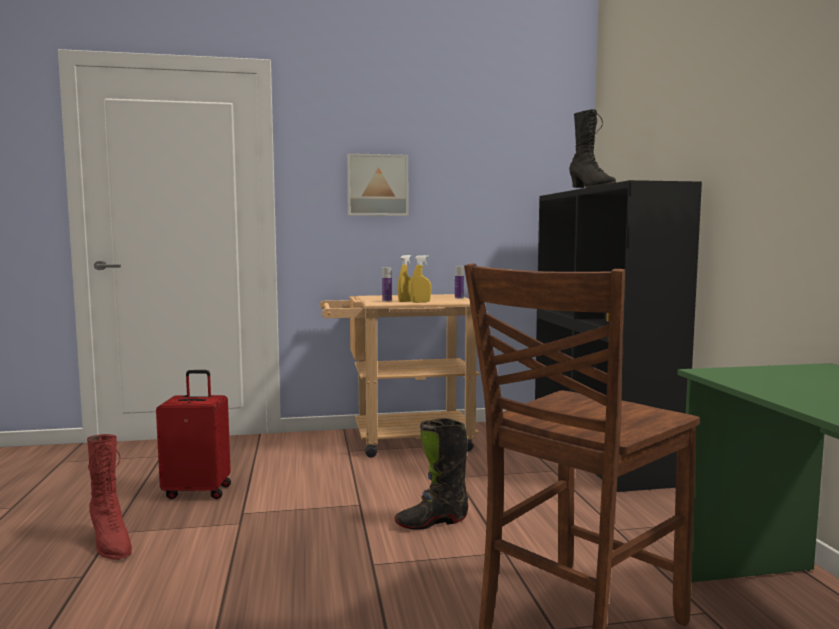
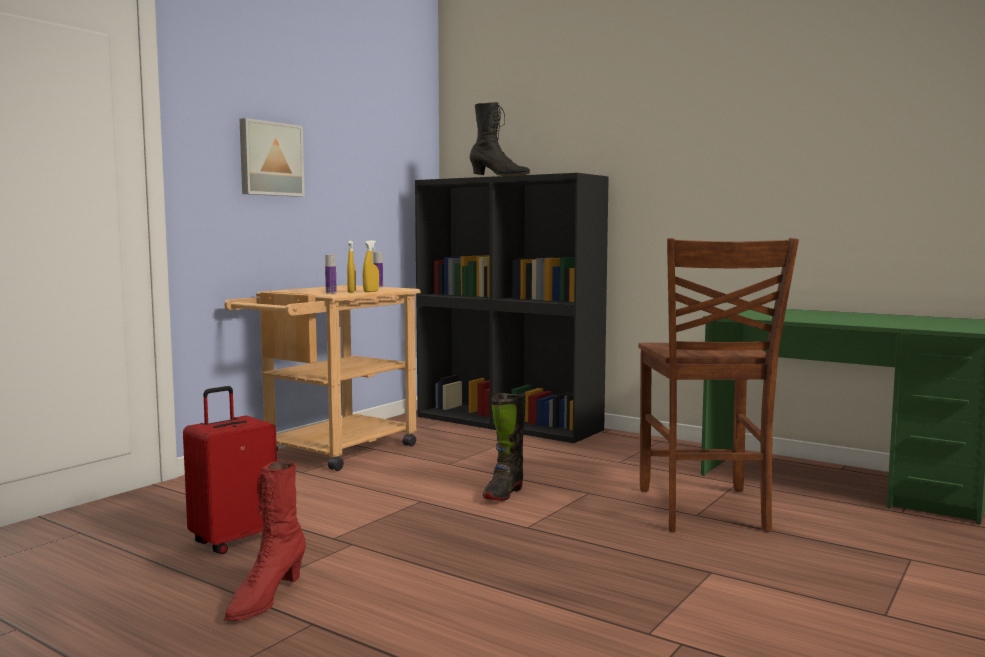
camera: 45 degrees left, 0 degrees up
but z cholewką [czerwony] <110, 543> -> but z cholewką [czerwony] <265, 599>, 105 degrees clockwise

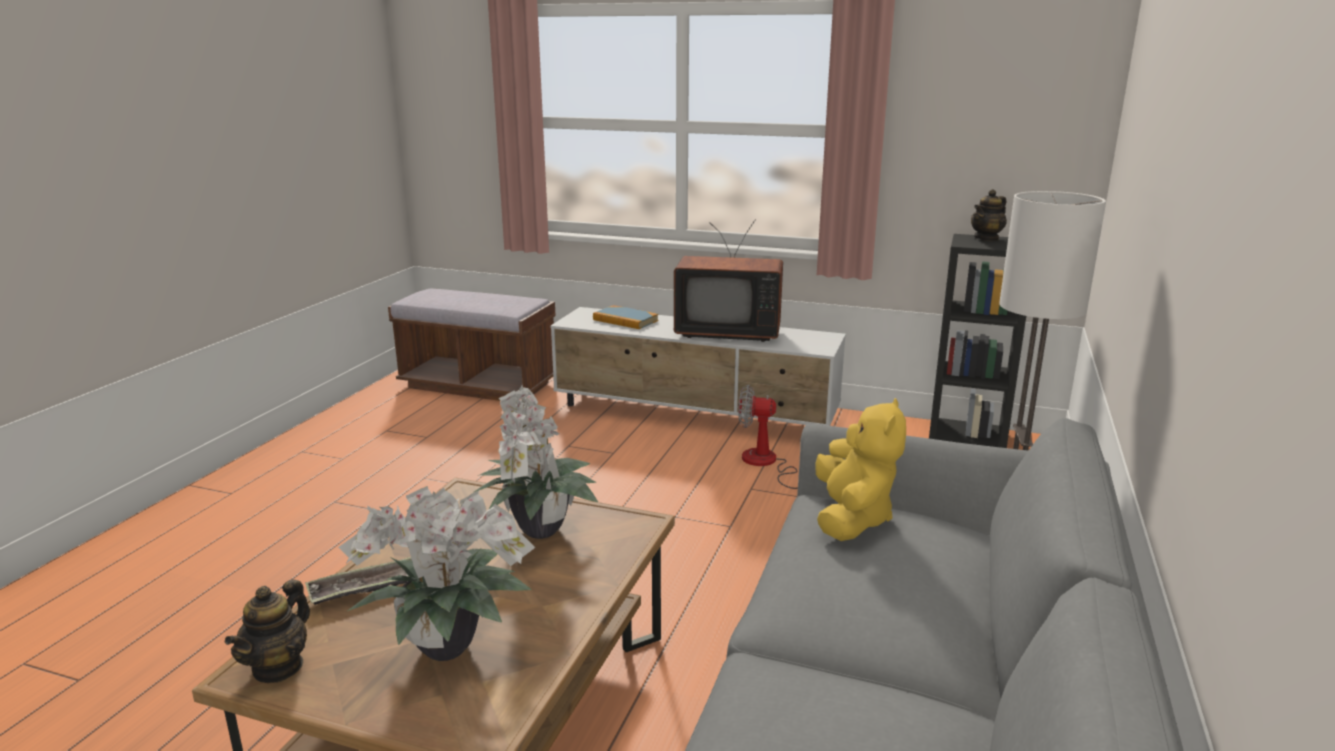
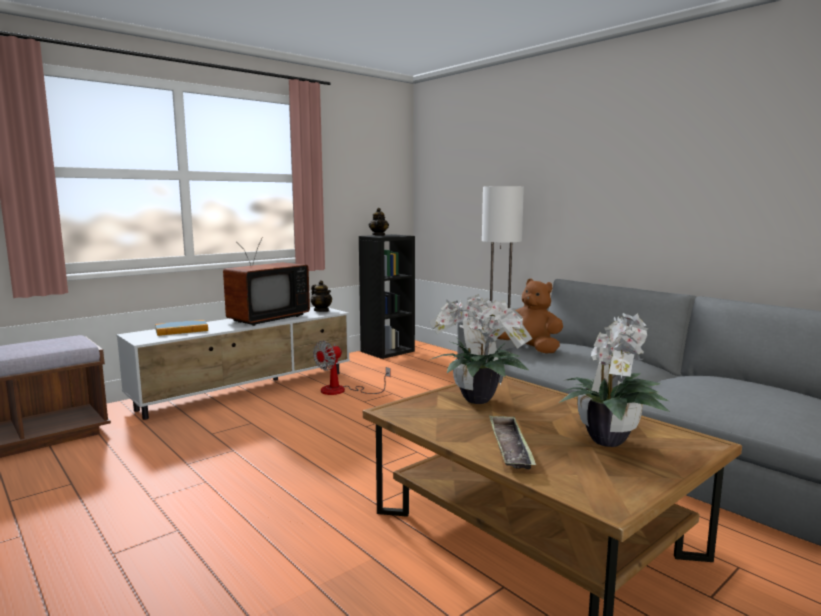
camera: 60 degrees left, 10 degrees down
imbryk <278, 667> -> imbryk <321, 311>, move
pluszak [żółty] <851, 518> -> pluszak [brązowy] <529, 349>

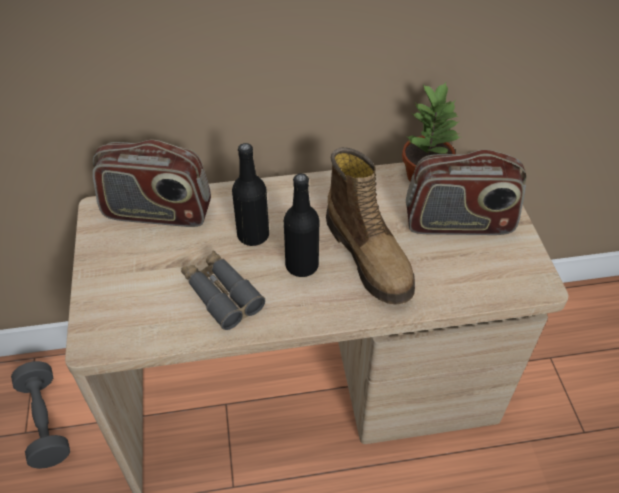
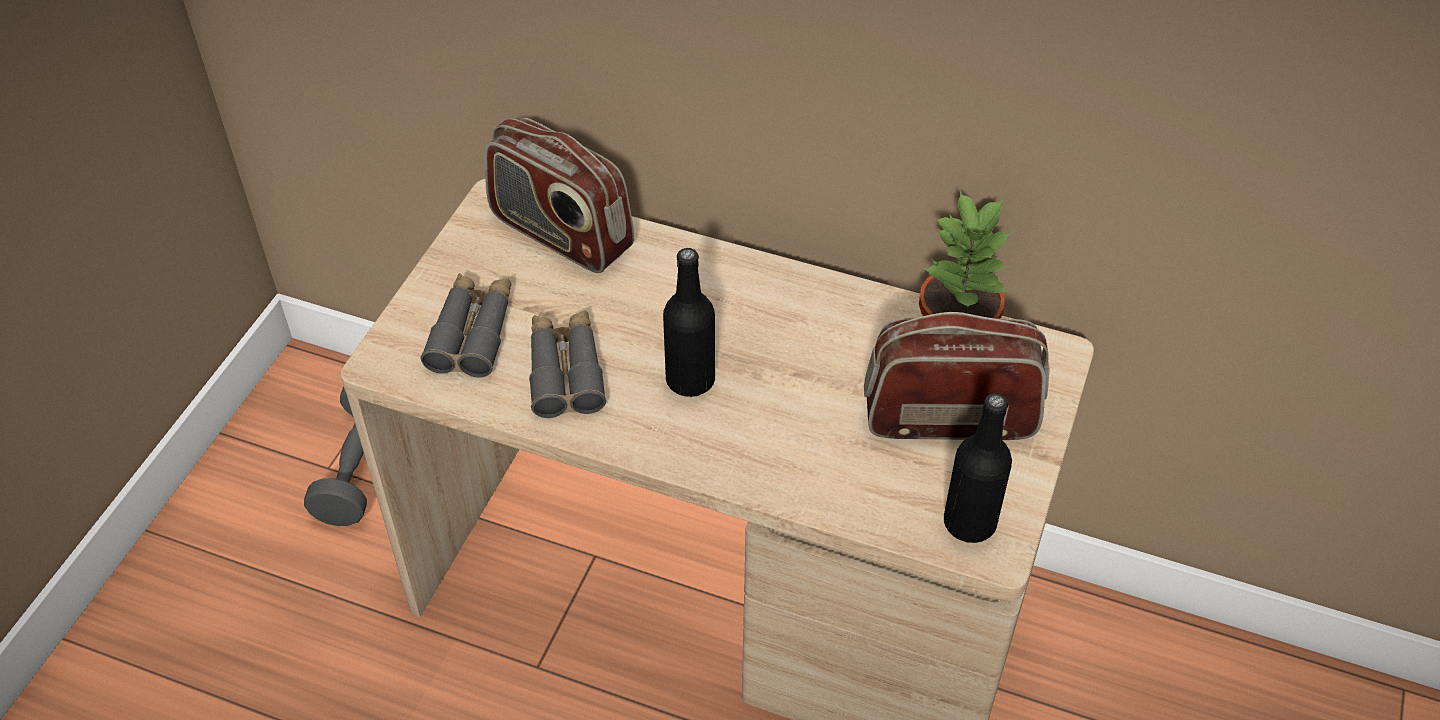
camera: 30 degrees right, 0 degrees up
none -> lornetka [szary] <472, 333>
radio <458, 223> -> radio <949, 417>, 150 degrees clockwise
butelka [czarny] <253, 235> -> butelka [czarny] <969, 523>, move
but z cholewką <370, 256> -> none

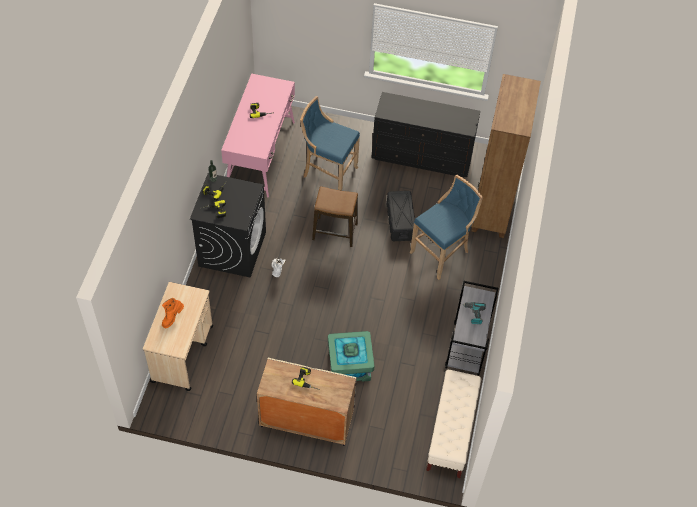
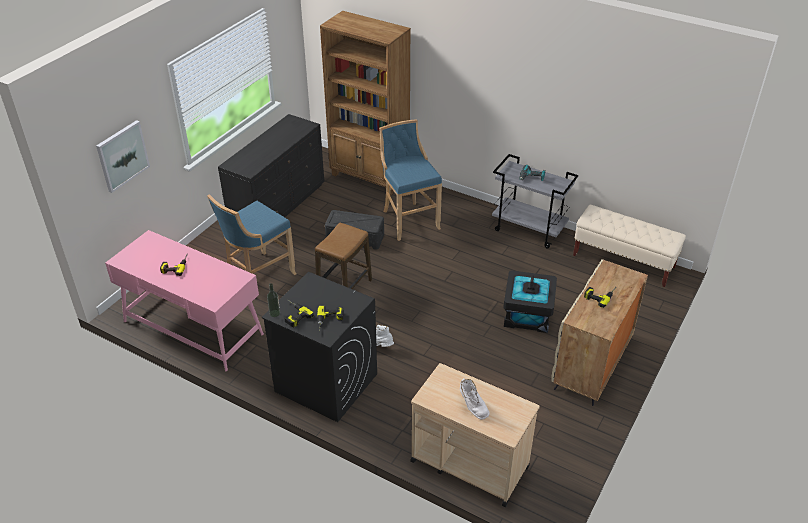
camera: 70 degrees left, 15 degrees down
none -> obraz <122, 156>
but z cholewką [pomarańczowy] <172, 318> -> but z cholewką [biały] <472, 406>
pojemnik do przechowywania [zielony] <349, 365> -> pojemnik do przechowywania [czarny] <528, 315>

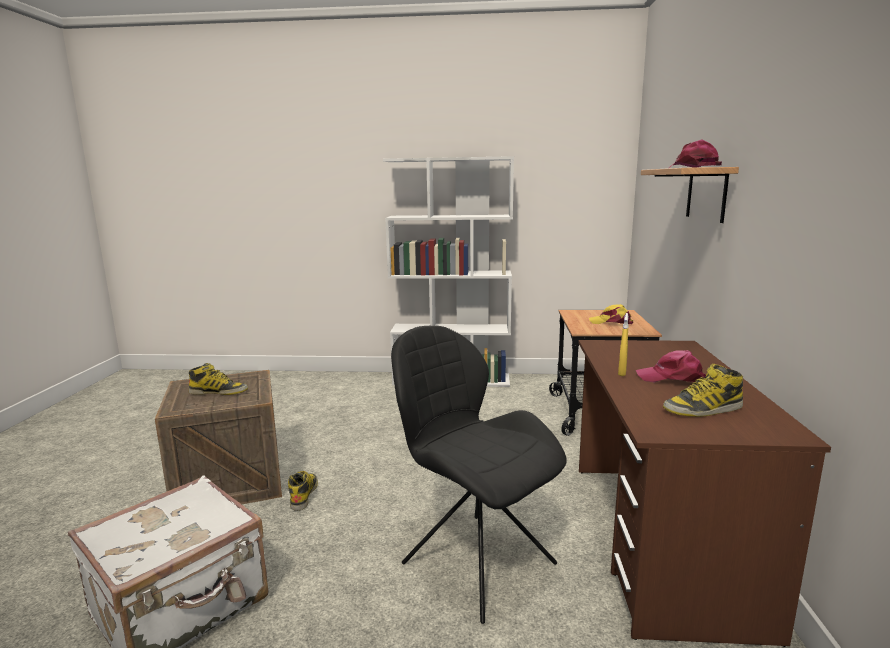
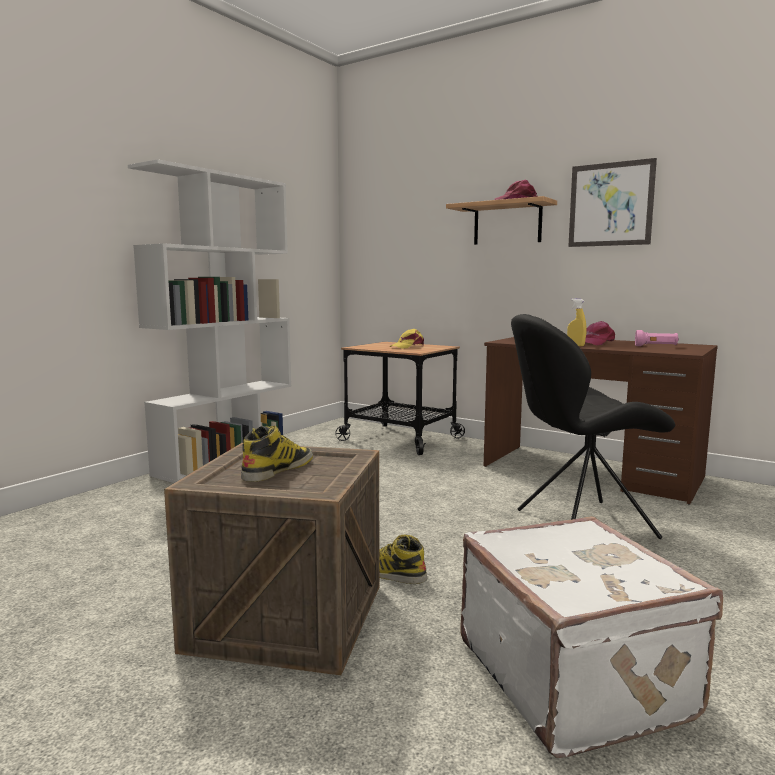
camera: 60 degrees left, 5 degrees down
none -> obraz <610, 204>
but z cholewką <703, 409> -> latarka [różowy] <656, 346>

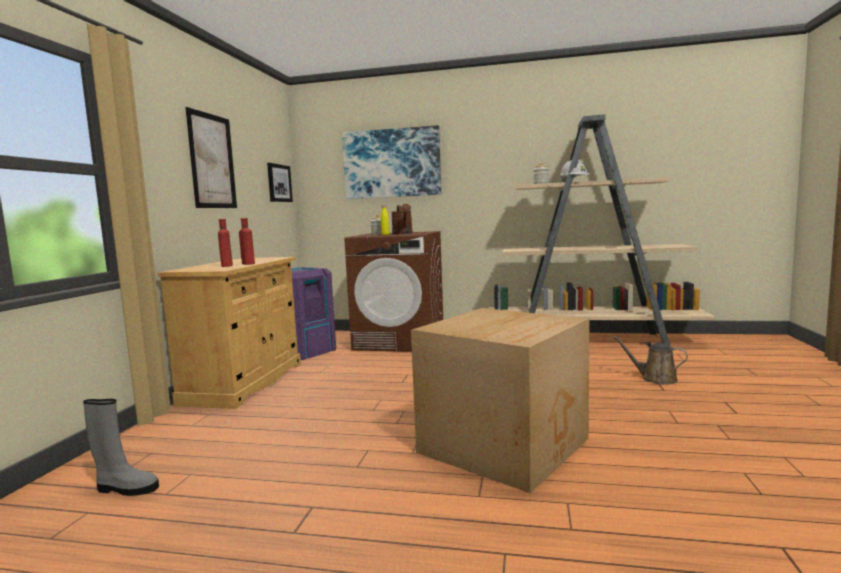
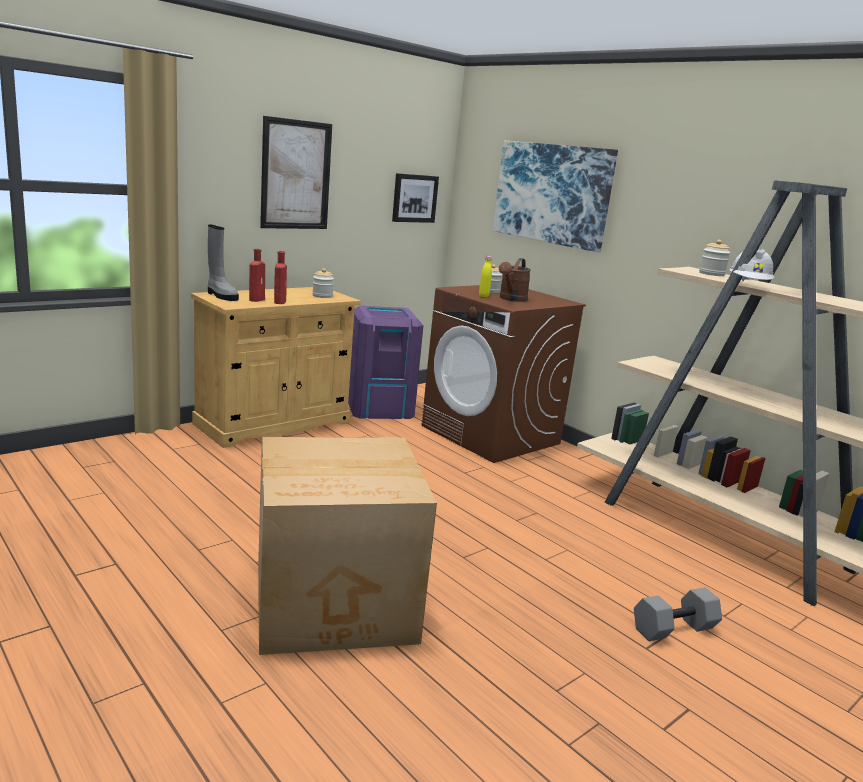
camera: 35 degrees right, 10 degrees up
but z cholewką [szary] <125, 489> -> but z cholewką [szary] <221, 296>, move
none -> słoik <322, 296>
konewka [brązowy] <655, 379> -> hantel [szary] <674, 629>

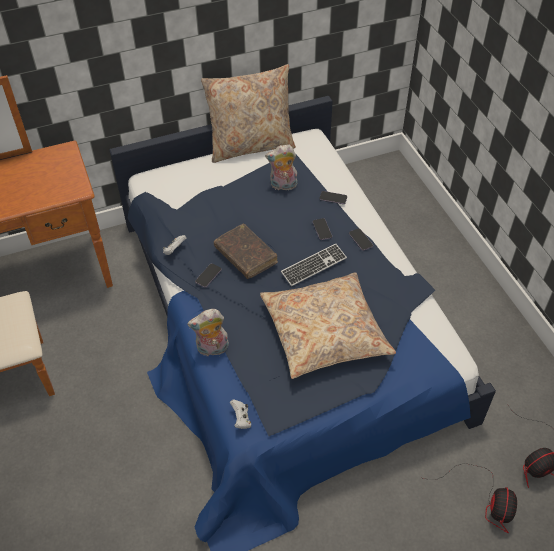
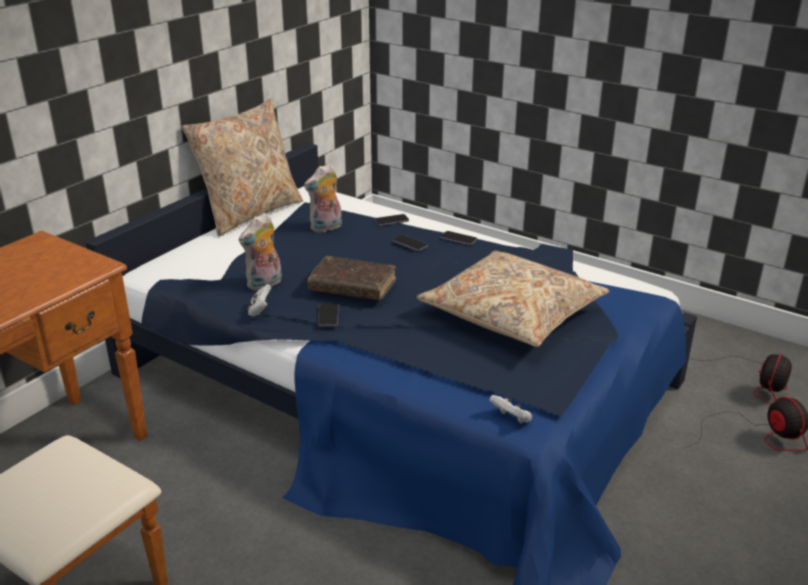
camera: 35 degrees left, 20 degrees down
pluszak <212, 349> -> pluszak <264, 284>, move
klawiatura <314, 266> -> none

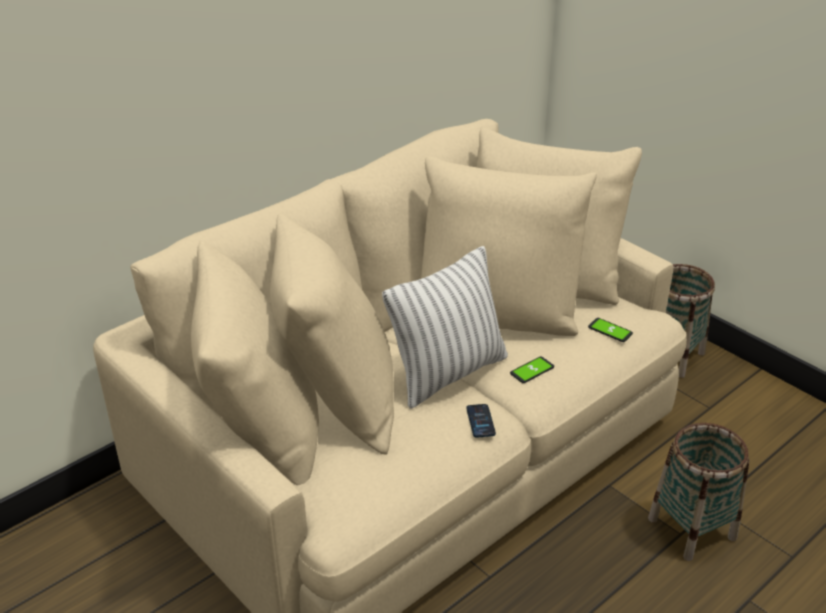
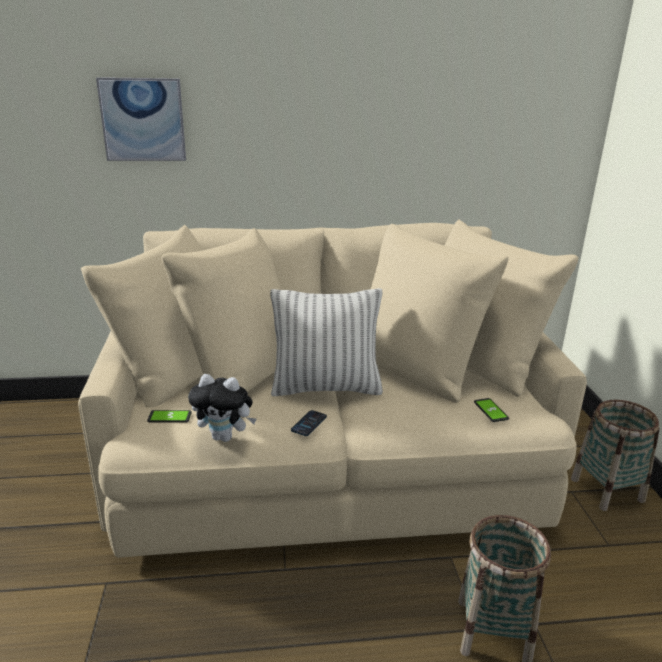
camera: 35 degrees right, 10 degrees down
none -> obraz <143, 120>
telefon <532, 370> -> telefon <169, 417>, move
none -> pluszak <225, 437>

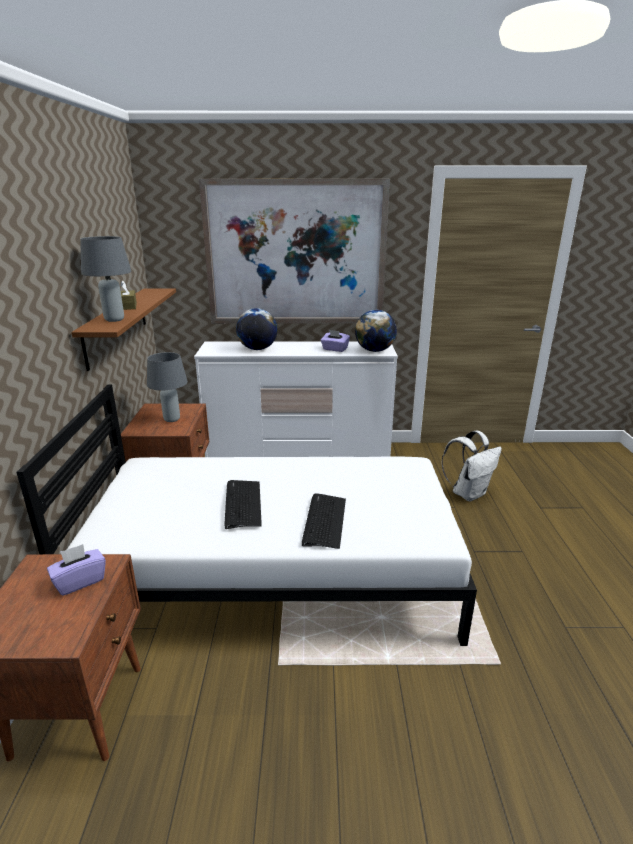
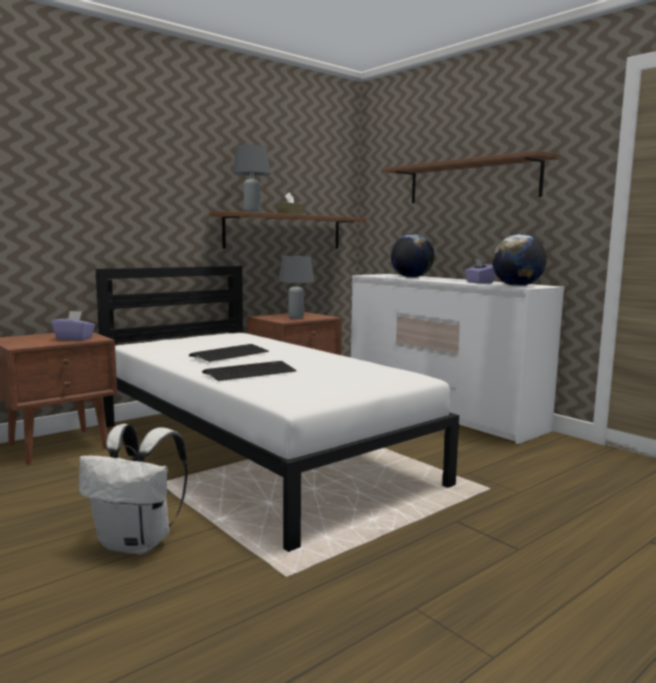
camera: 50 degrees right, 15 degrees down
plecak [biały] <468, 493> -> plecak [biały] <138, 543>, move
obraz <296, 254> -> półka [brązowy] <471, 181>

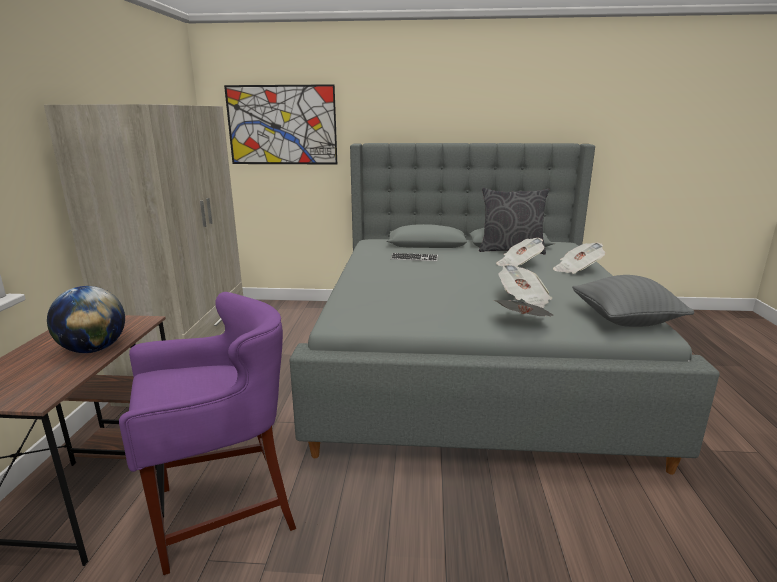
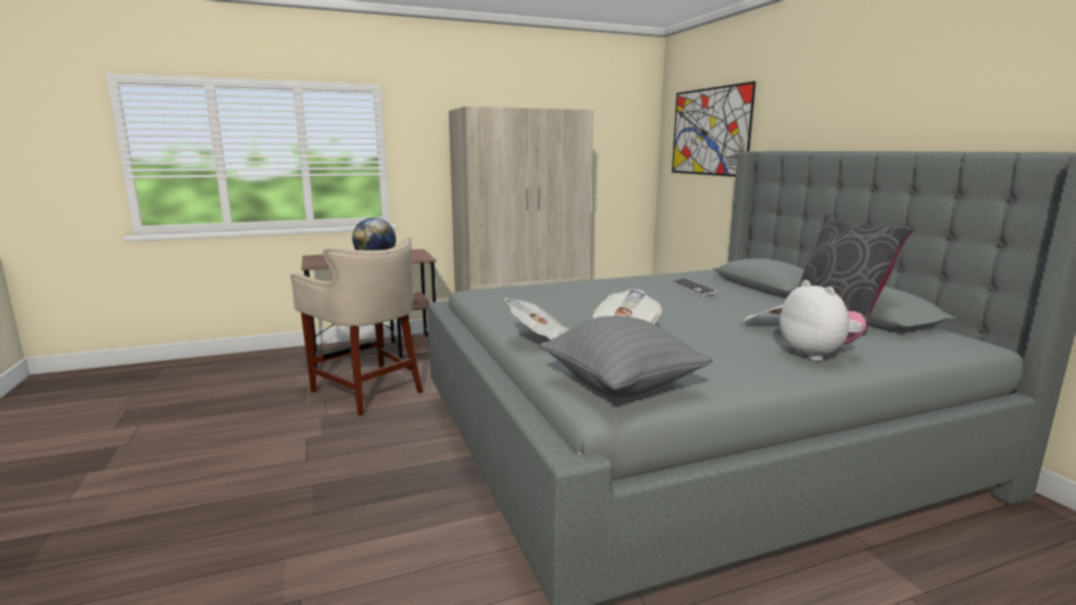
camera: 65 degrees right, 5 degrees down
stołek [fioletowy] <223, 511> -> stołek [beżowy] <368, 391>
gazeta <576, 270> -> pluszak <817, 355>

